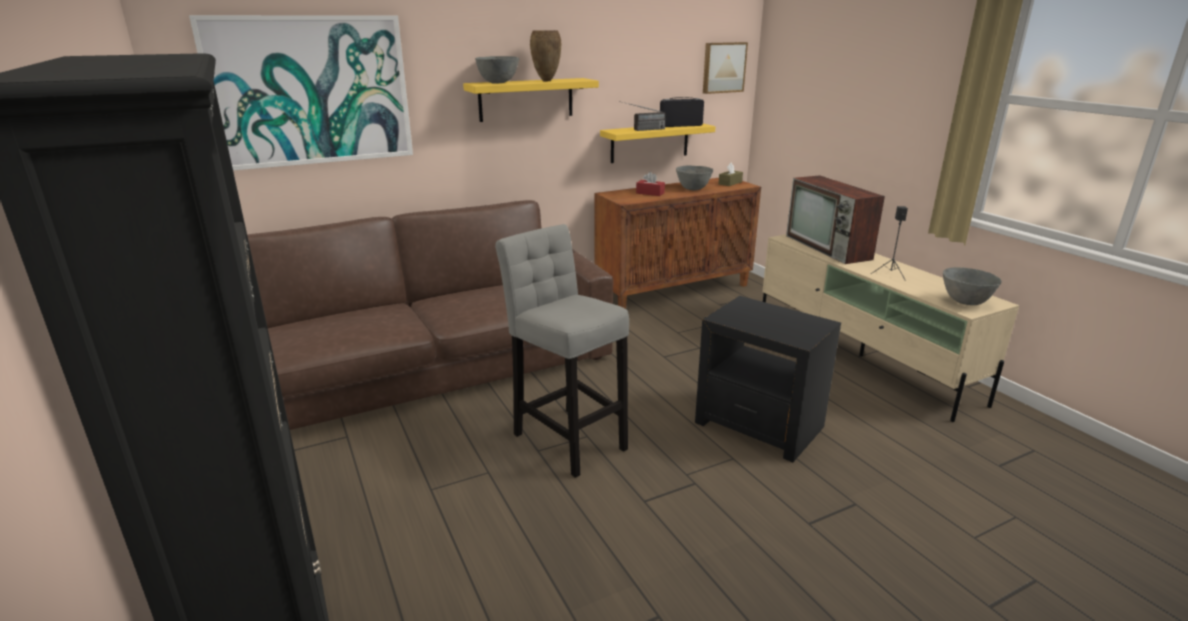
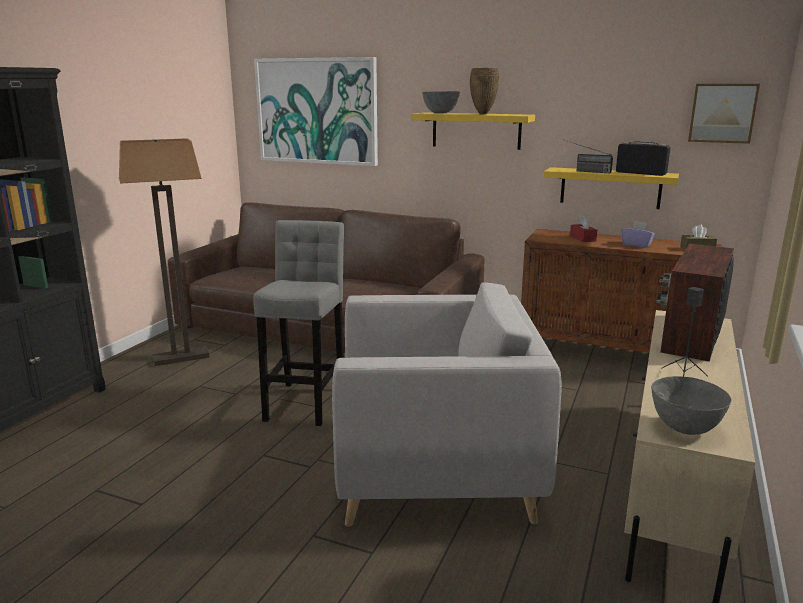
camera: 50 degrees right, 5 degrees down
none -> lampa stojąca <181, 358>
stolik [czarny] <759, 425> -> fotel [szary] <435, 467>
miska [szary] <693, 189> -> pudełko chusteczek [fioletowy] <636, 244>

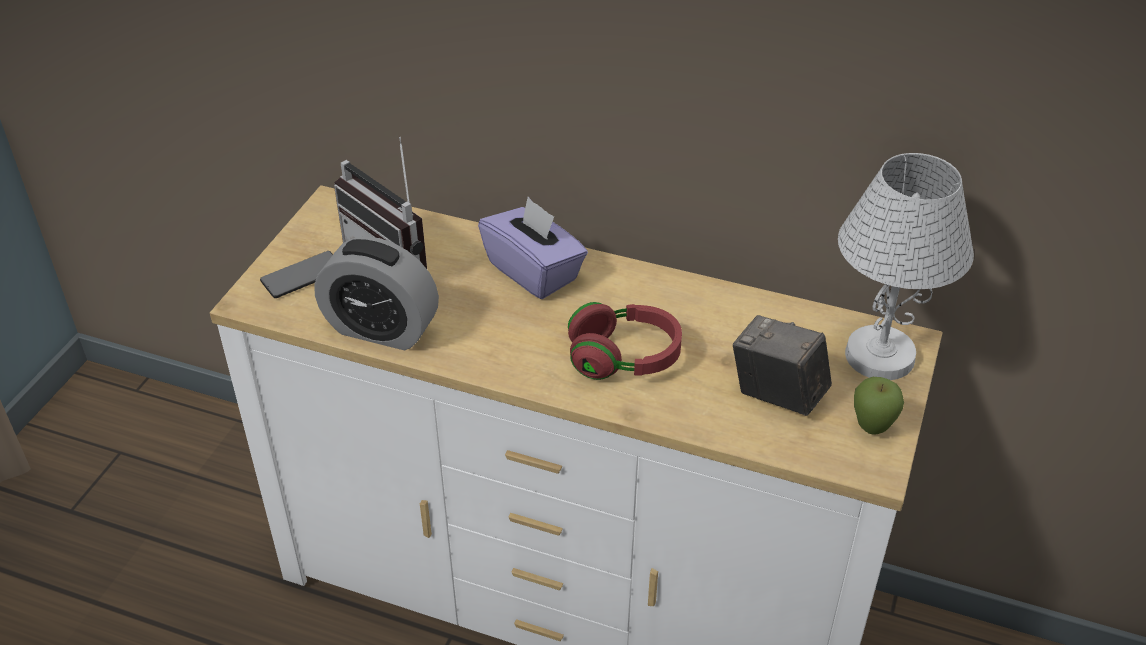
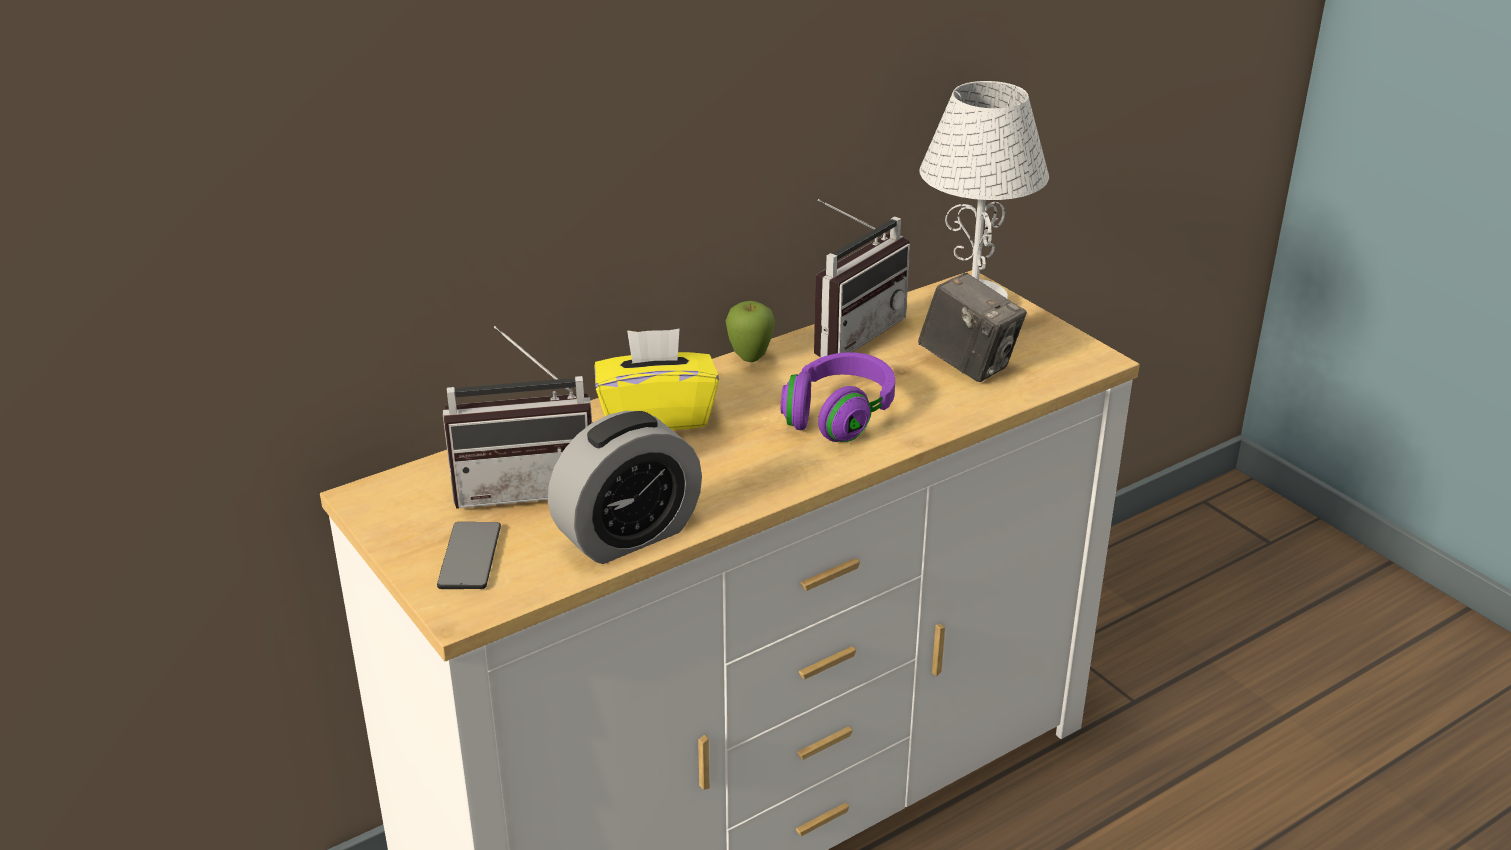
camera: 55 degrees left, 10 degrees down
pudełko chusteczek [fioletowy] <534, 271> -> pudełko chusteczek [żółty] <656, 416>
jabłko <871, 429> -> jabłko <750, 359>, move
słuchawki [czerwony] <624, 358> -> słuchawki [fioletowy] <839, 416>
none -> radio <849, 333>
aparat fotograficzny <777, 394> -> aparat fotograficzny <968, 364>, 120 degrees counterclockwise

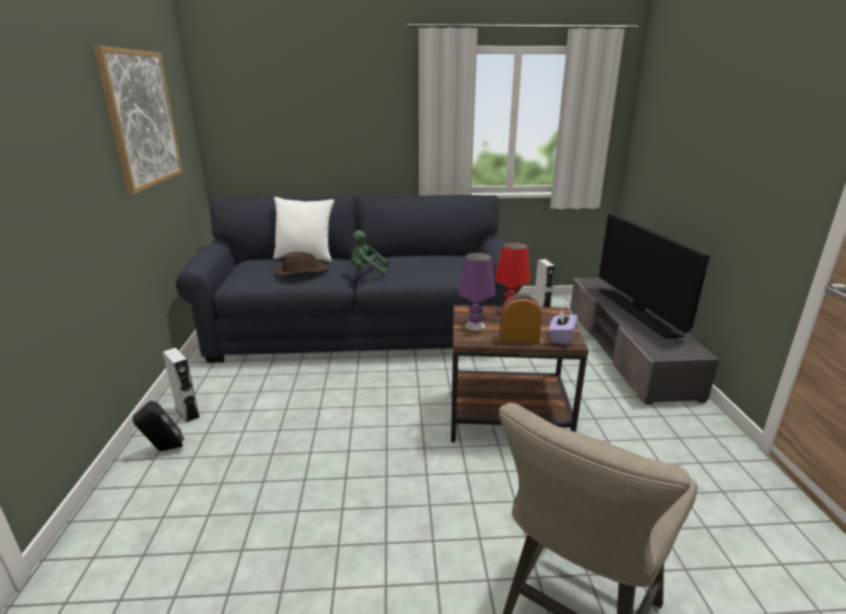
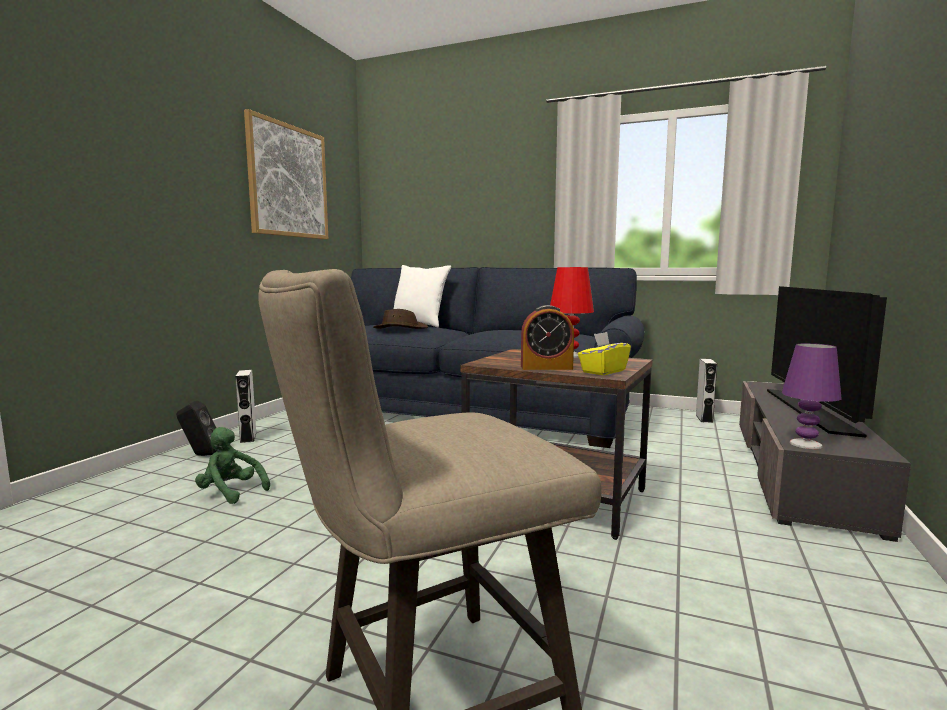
camera: 25 degrees right, 15 degrees down
pluszak [zielony] <367, 271> -> pluszak [zielony] <231, 492>, move
budzik <519, 338> -> budzik <546, 367>, 150 degrees clockwise
pudełko chusteczek [fioletowy] <561, 337> -> pudełko chusteczek [żółty] <603, 371>
lampa stołowa [fioletowy] <474, 326> -> lampa stołowa [fioletowy] <805, 444>, move

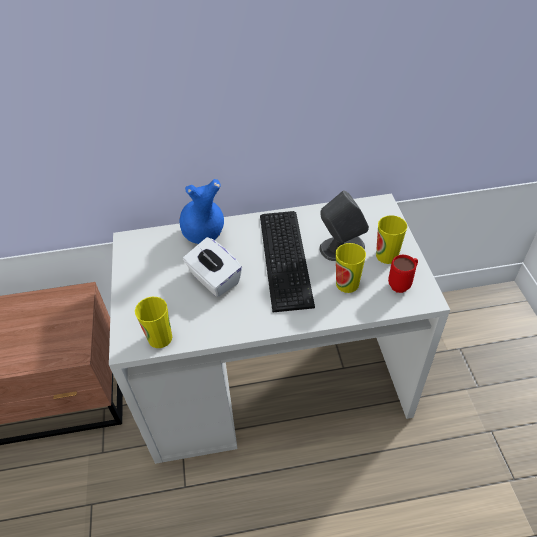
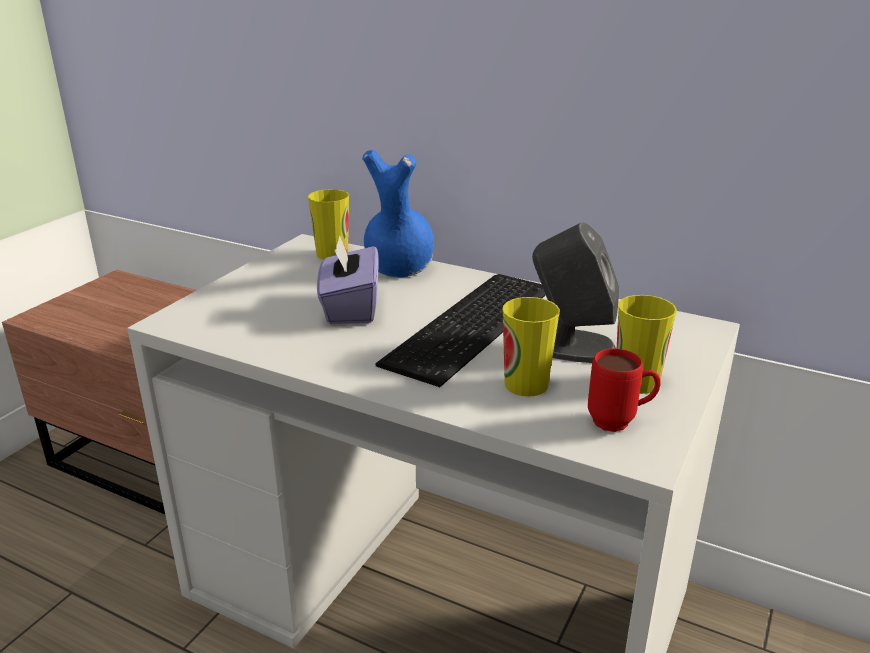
camera: 35 degrees right, 20 degrees down
filiżanka <160, 338> -> filiżanka <332, 254>, move
pudełko chusteczek [biały] <214, 279> -> pudełko chusteczek [fioletowy] <350, 308>

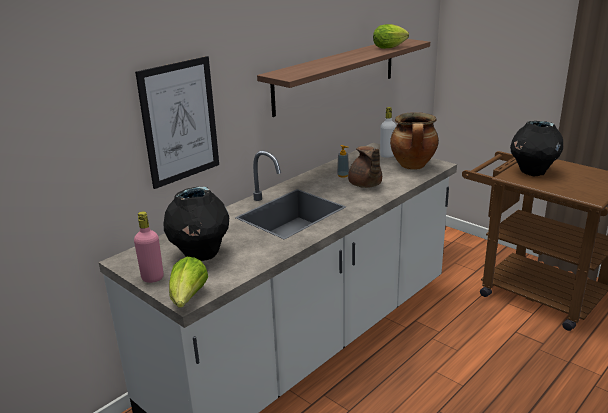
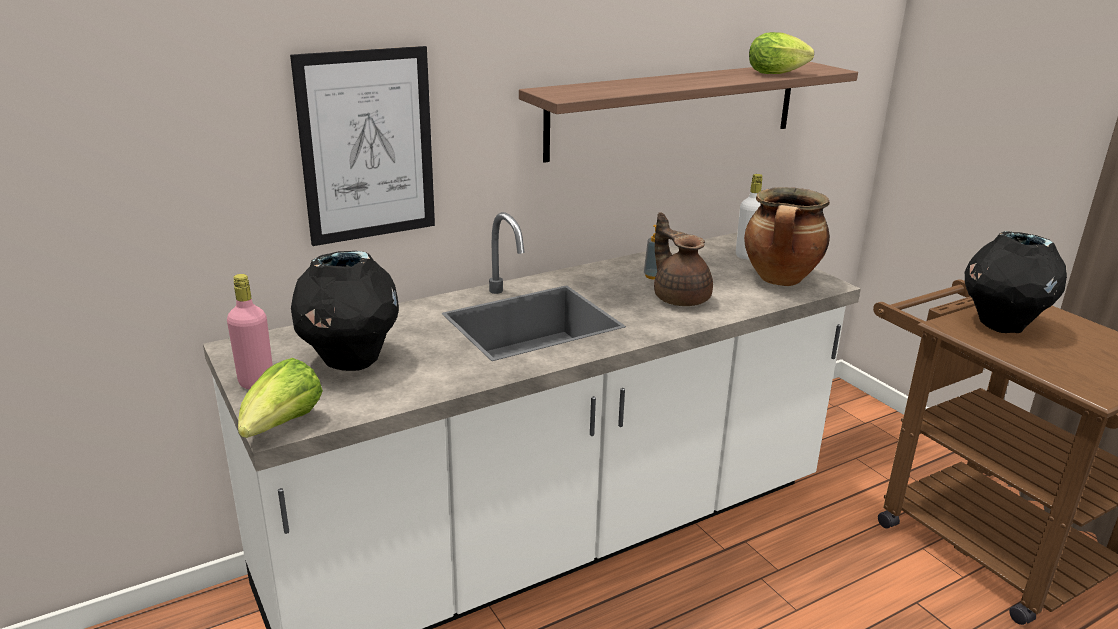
camera: 15 degrees right, 0 degrees up
imbryk [brązowy] <365, 185> -> imbryk [brązowy] <680, 297>, 150 degrees clockwise

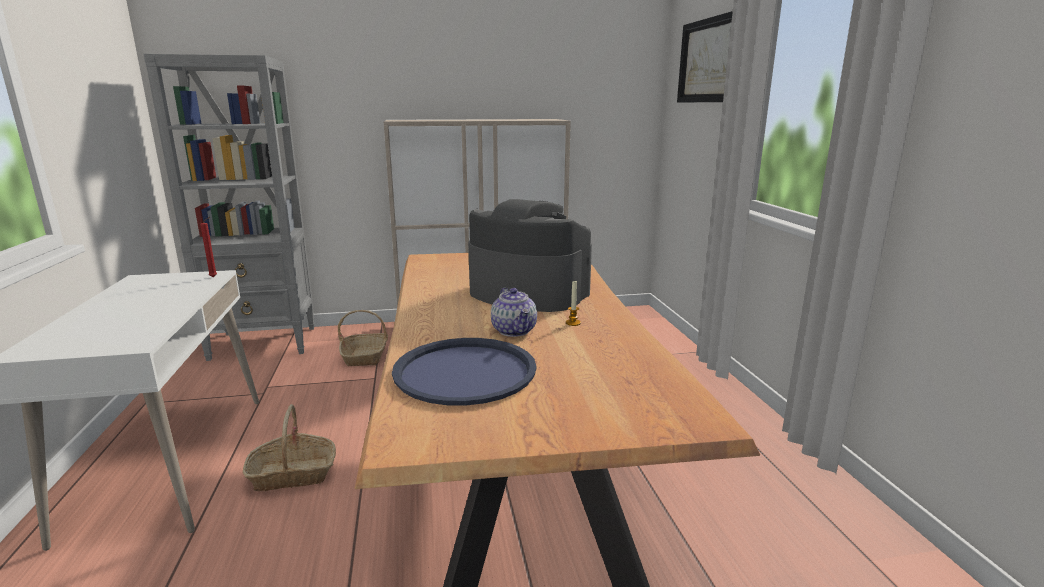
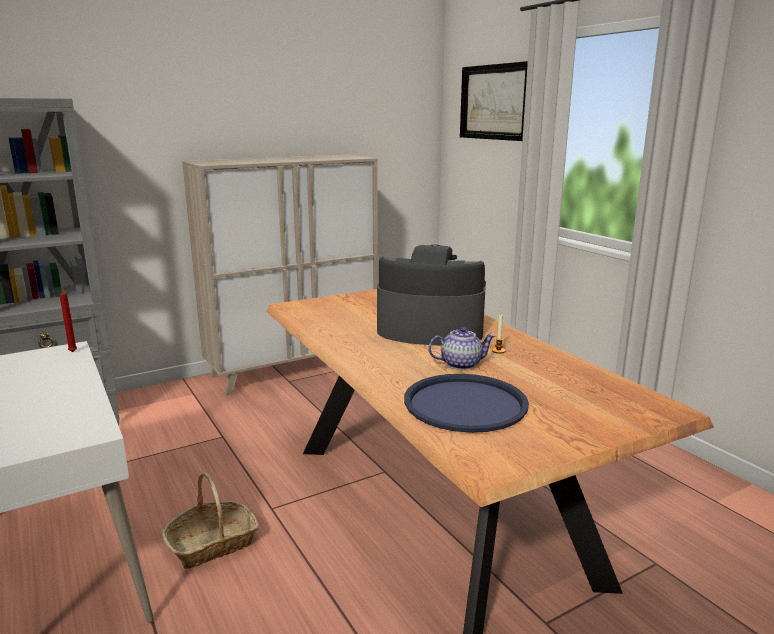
camera: 20 degrees left, 0 degrees up
imbryk <514, 331> -> imbryk <461, 364>, 60 degrees counterclockwise
koszyk <365, 356> -> none

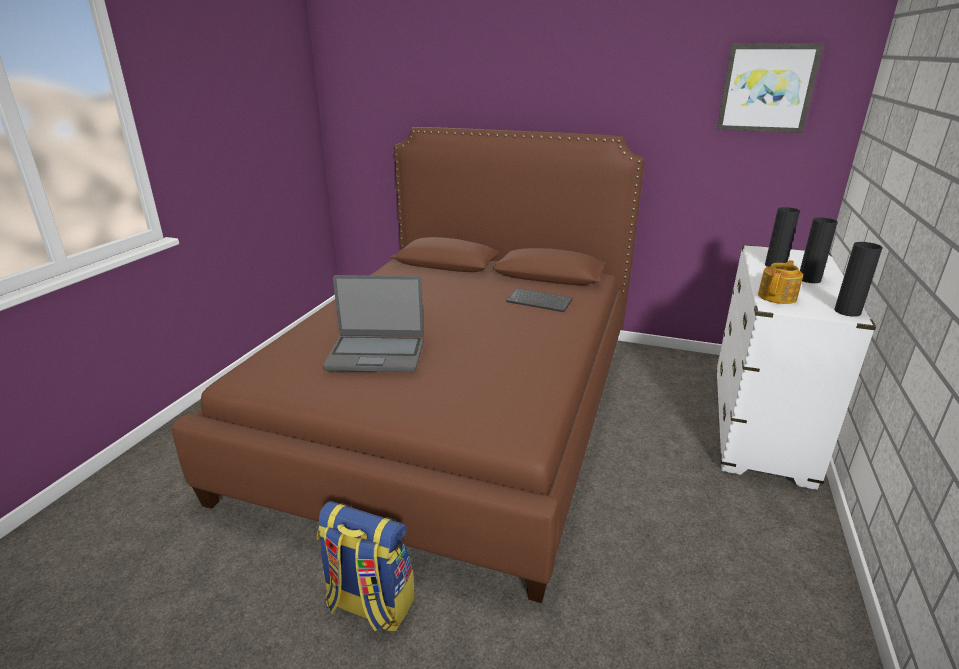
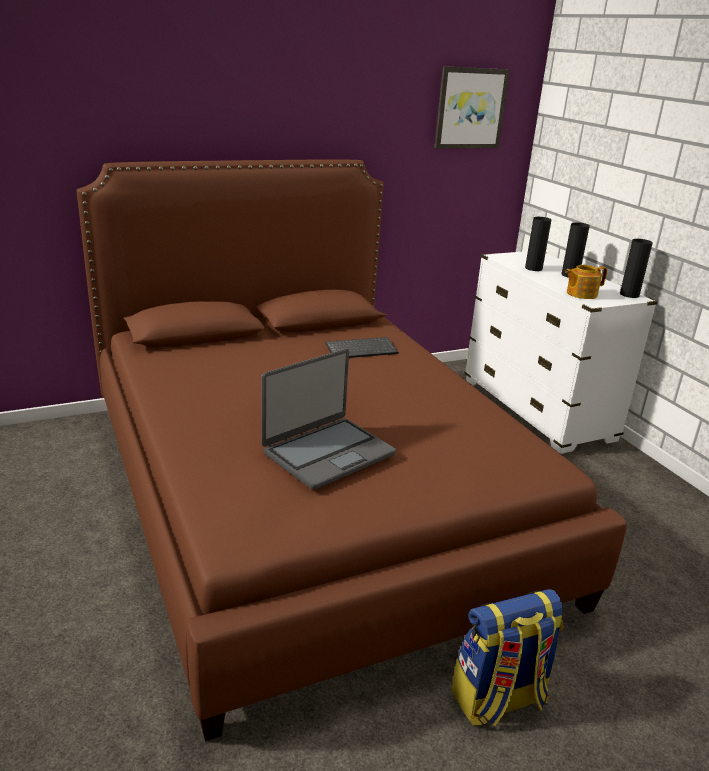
camera: 45 degrees left, 0 degrees up
imbryk <778, 297> -> imbryk <581, 294>, 105 degrees counterclockwise

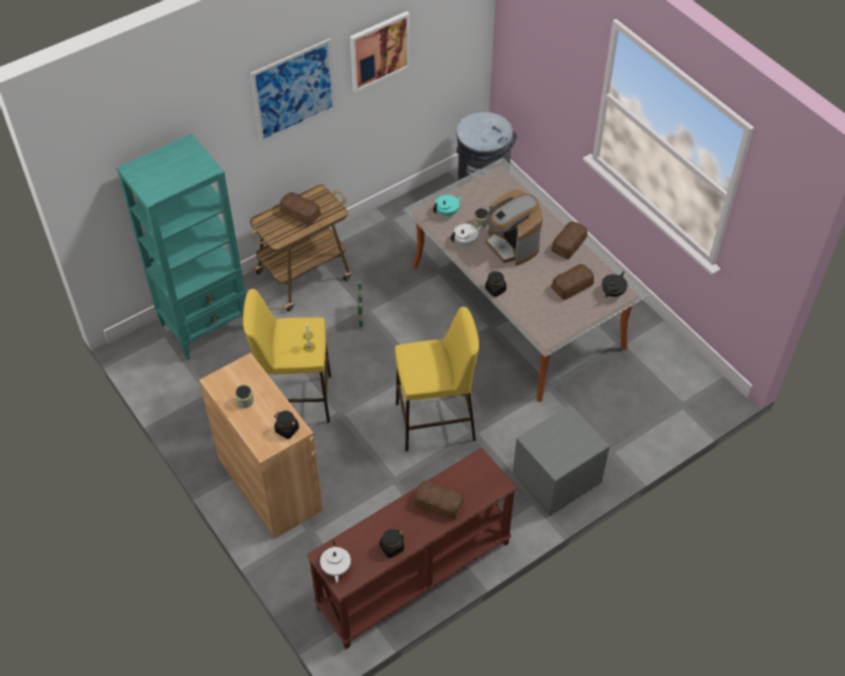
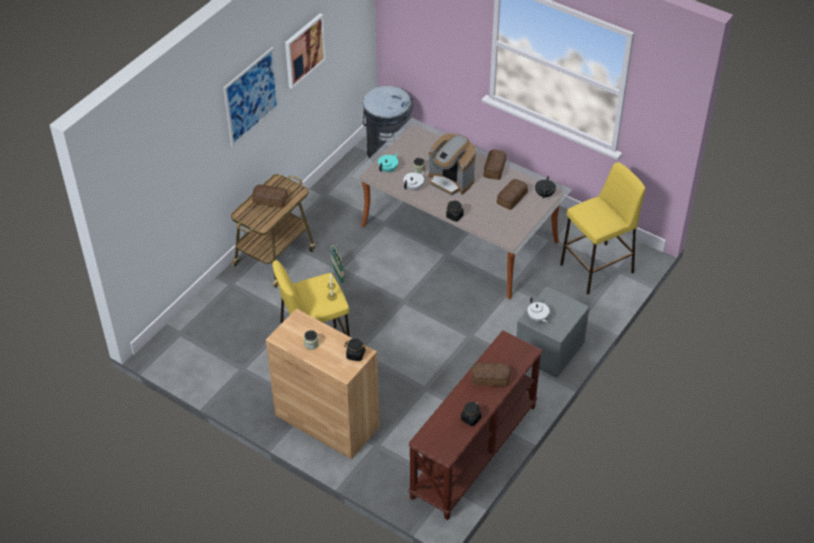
camera: 20 degrees left, 5 degrees down
imbryk [biały] <336, 568> -> imbryk [biały] <537, 318>, move
stołek [żółty] <436, 421> -> stołek [żółty] <597, 268>, move
regał [turkusowy] <206, 325> -> none

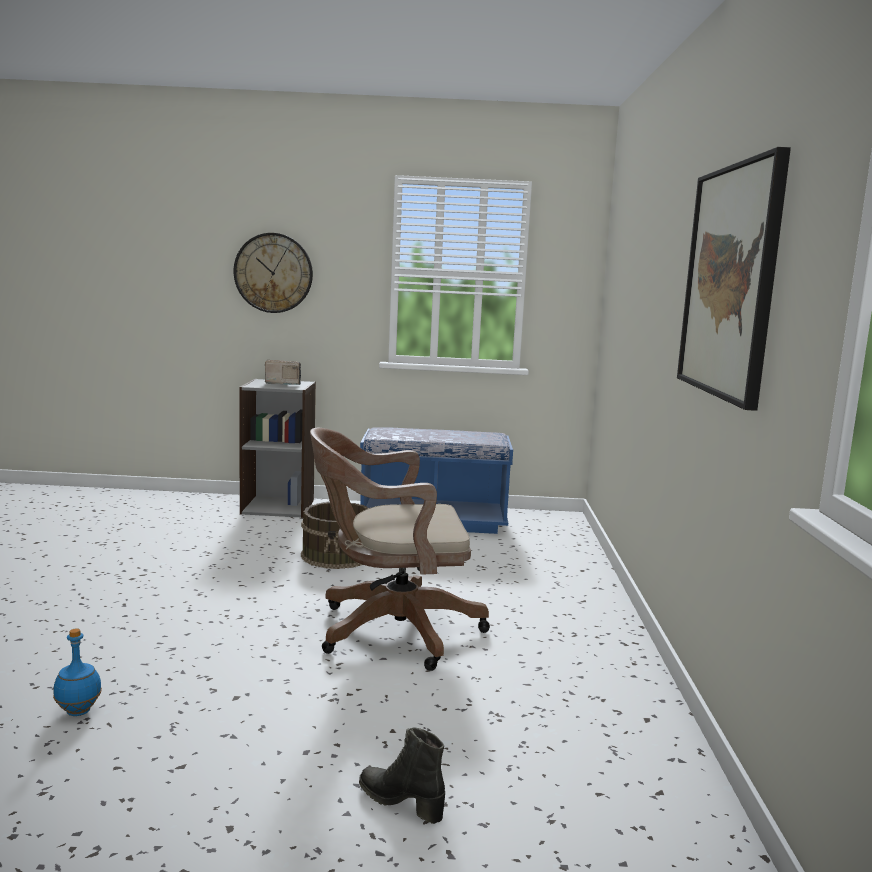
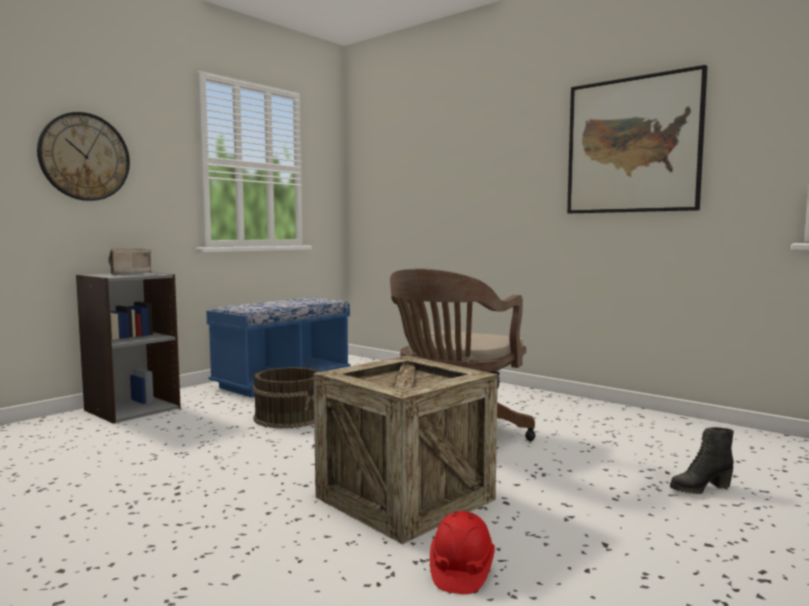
camera: 50 degrees left, 5 degrees down
none -> skrzynka <405, 498>
butelka [niebieski] <78, 711> -> kask [czerwony] <461, 570>

